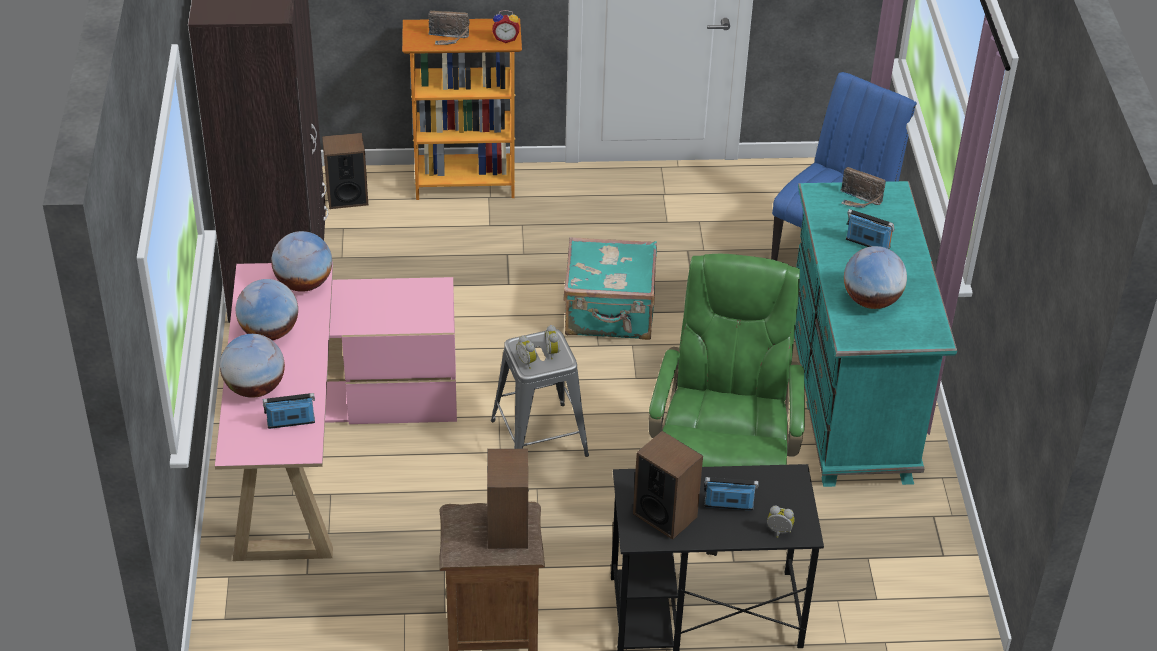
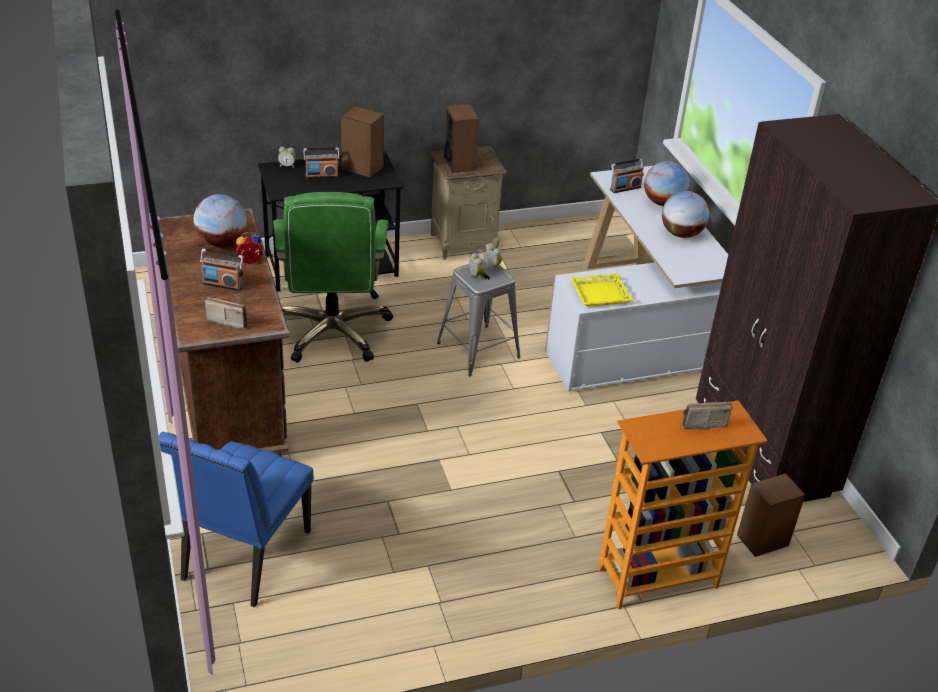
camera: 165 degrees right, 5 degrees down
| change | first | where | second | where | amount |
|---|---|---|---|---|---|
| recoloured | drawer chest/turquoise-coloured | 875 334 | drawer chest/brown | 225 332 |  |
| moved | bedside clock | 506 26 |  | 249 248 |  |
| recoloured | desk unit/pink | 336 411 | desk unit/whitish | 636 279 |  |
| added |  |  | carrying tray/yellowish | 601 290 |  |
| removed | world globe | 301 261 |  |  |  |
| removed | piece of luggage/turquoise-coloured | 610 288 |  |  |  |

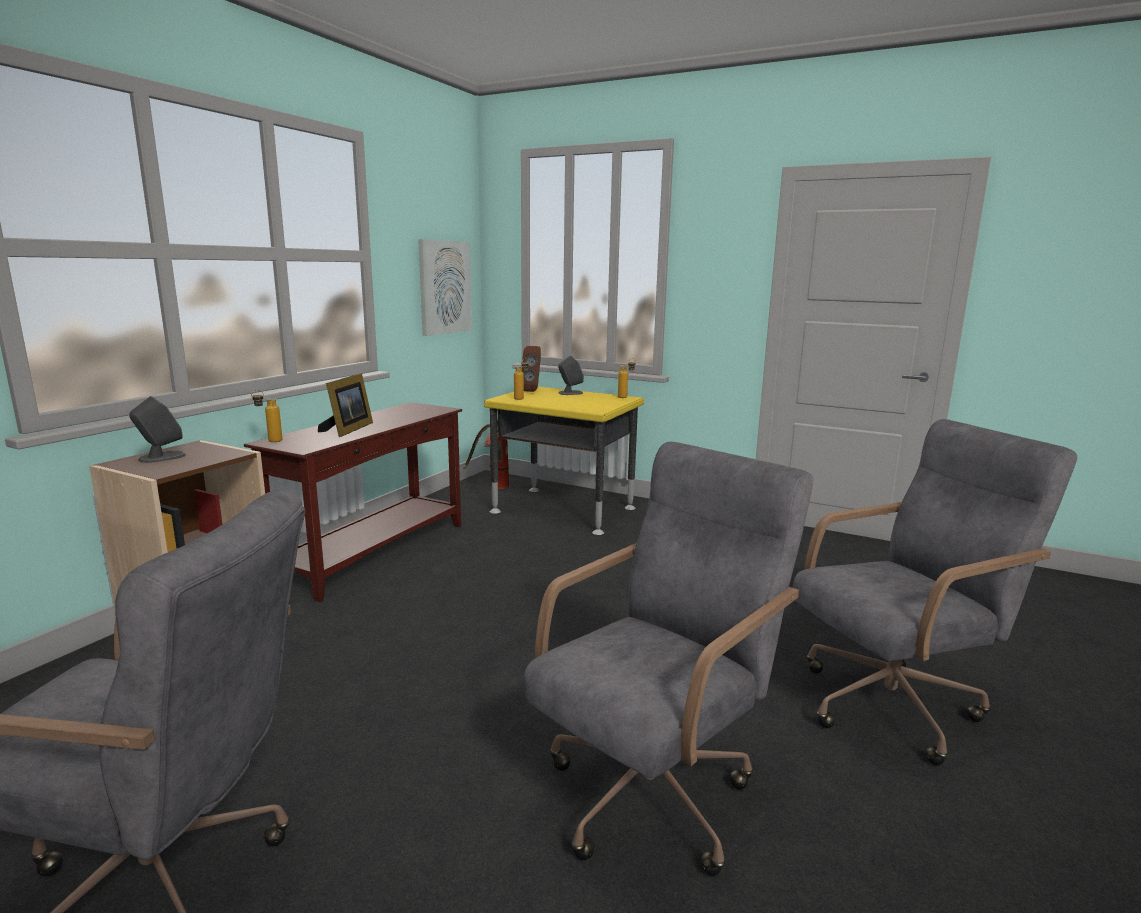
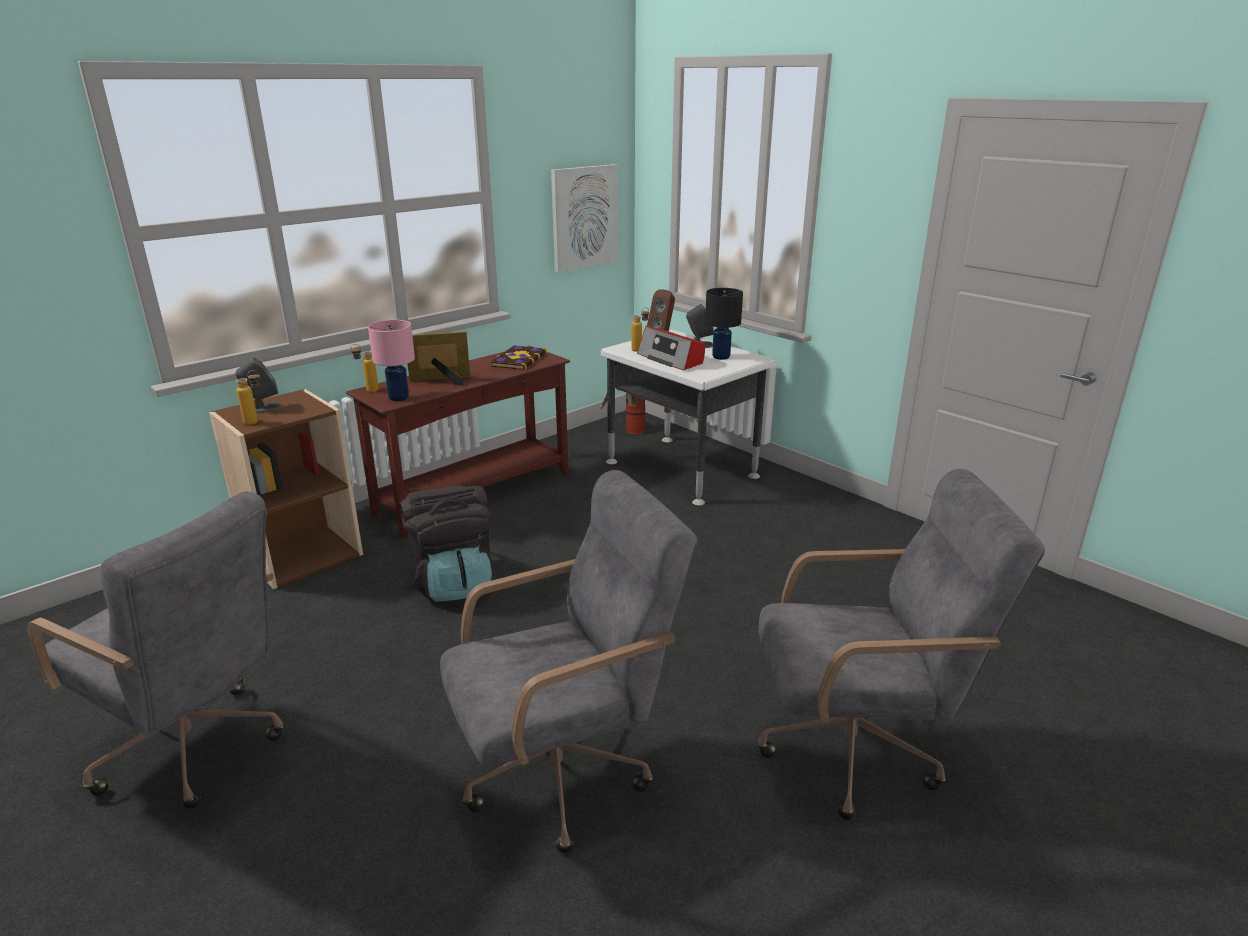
camera: 20 degrees right, 10 degrees up
| change | first | where | second | where | amount |
|---|---|---|---|---|---|
| moved | bottle | 627 378 |  | 248 397 |  |
| added |  |  | lamp for a table/pink | 391 360 |  |
| added |  |  | knapsack/black-coloured | 446 544 |  |
| turned | photo frame | 345 405 |  | 439 358 | 135 degrees counterclockwise |
| added |  |  | volume | 519 357 |  |
| recoloured | desk unit/yellowish | 564 461 | desk unit/whitish | 688 417 |  |
| added |  |  | radio set | 671 348 |  |
| added |  |  | lamp for a table/black-coloured | 724 324 |  |

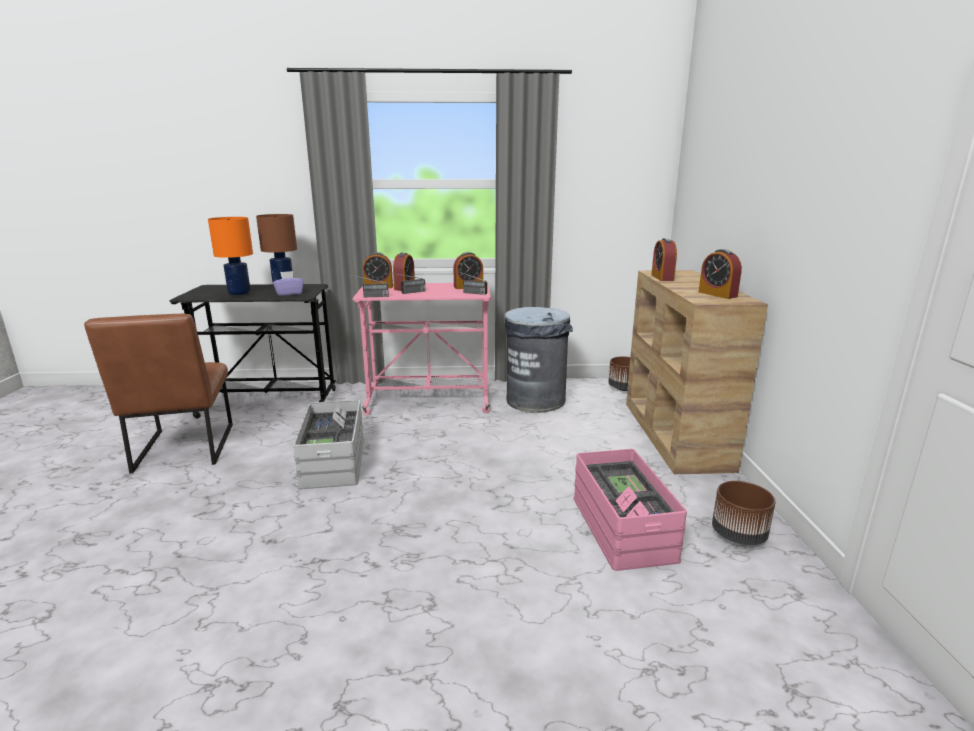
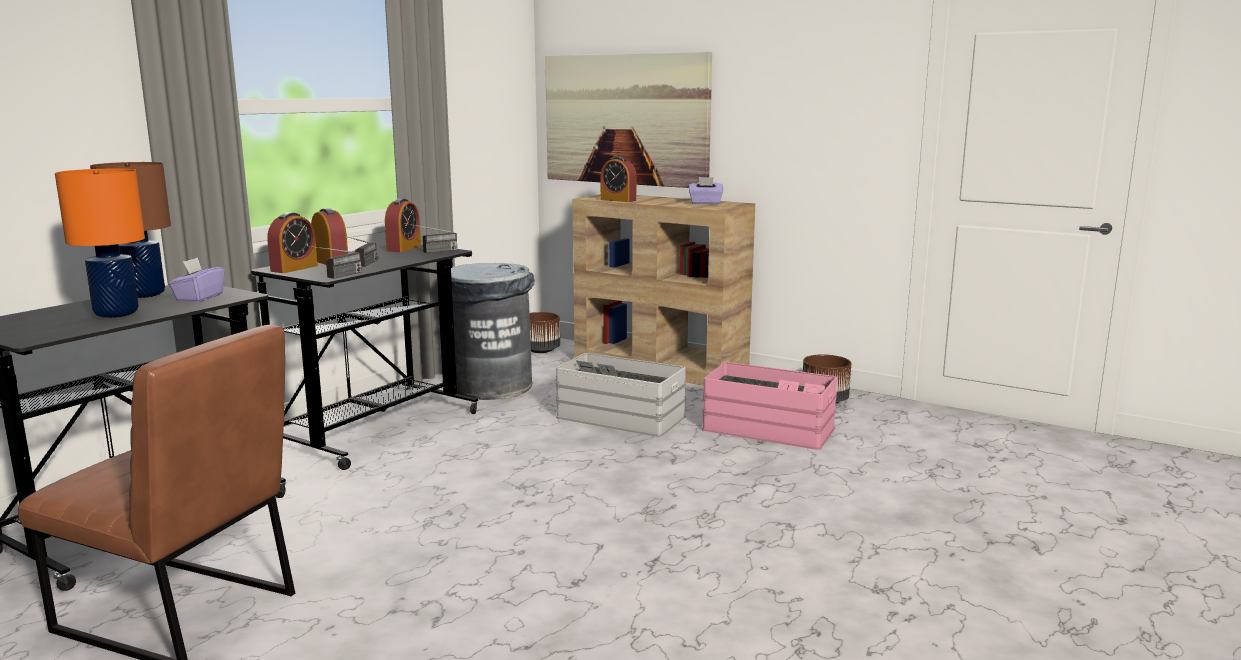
camera: 55 degrees left, 5 degrees down
| change | first | where | second | where | amount |
|---|---|---|---|---|---|
| recoloured | desk unit/pink | 422 349 | desk unit/black-coloured | 364 357 |  |
| added |  |  | wall art | 628 120 |  |
| moved | storage container/greyish | 328 444 |  | 621 395 |  |
| replaced | bedside clock | 720 274 | tissue box/purple-coloured | 706 190 |  |

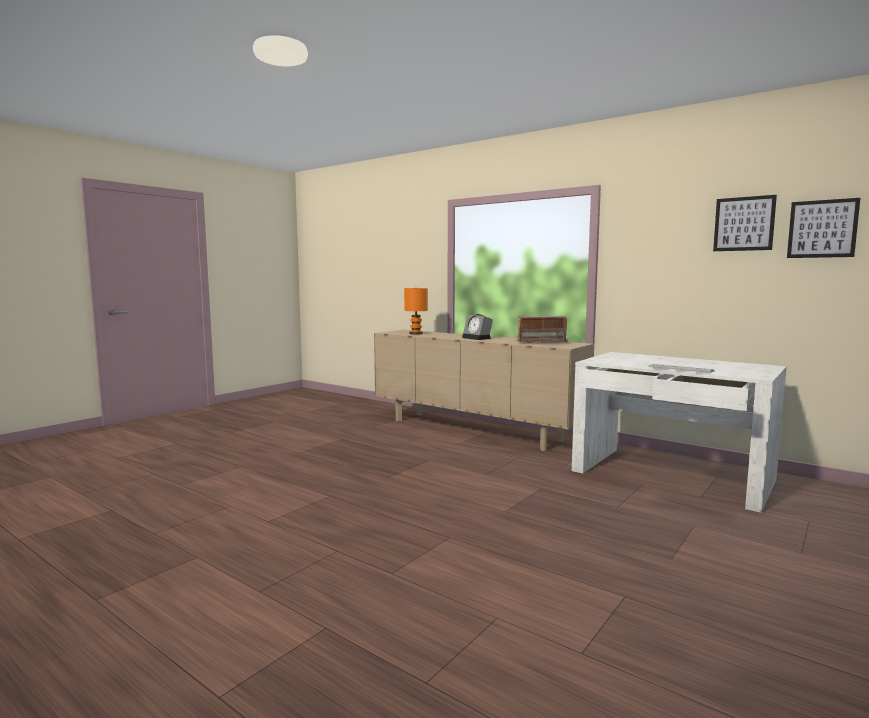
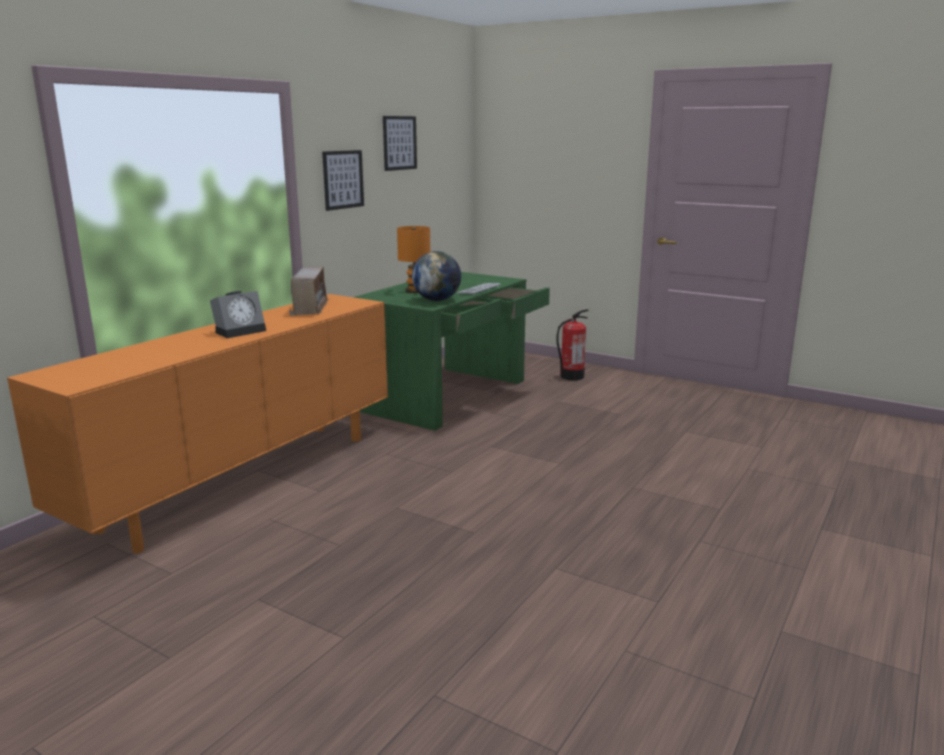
camera: 95 degrees left, 10 degrees up
| change | first | where | second | where | amount |
|---|---|---|---|---|---|
| recoloured | cupboard/beige-coloured | 484 390 | cupboard/orange-coloured | 197 423 |  |
| moved | wall art | 823 228 |  | 343 180 |  |
| recoloured | desk unit/whitish | 679 432 | desk unit/green | 452 351 |  |
| moved | lamp for a table/orange-coloured | 416 311 |  | 413 259 |  |
| added |  |  | world globe | 436 276 |  |
| added |  |  | fire-fighting cylinder | 573 345 |  |

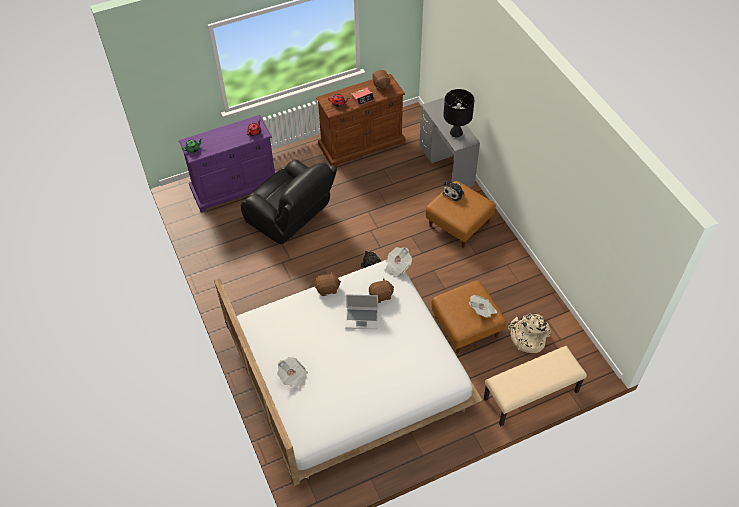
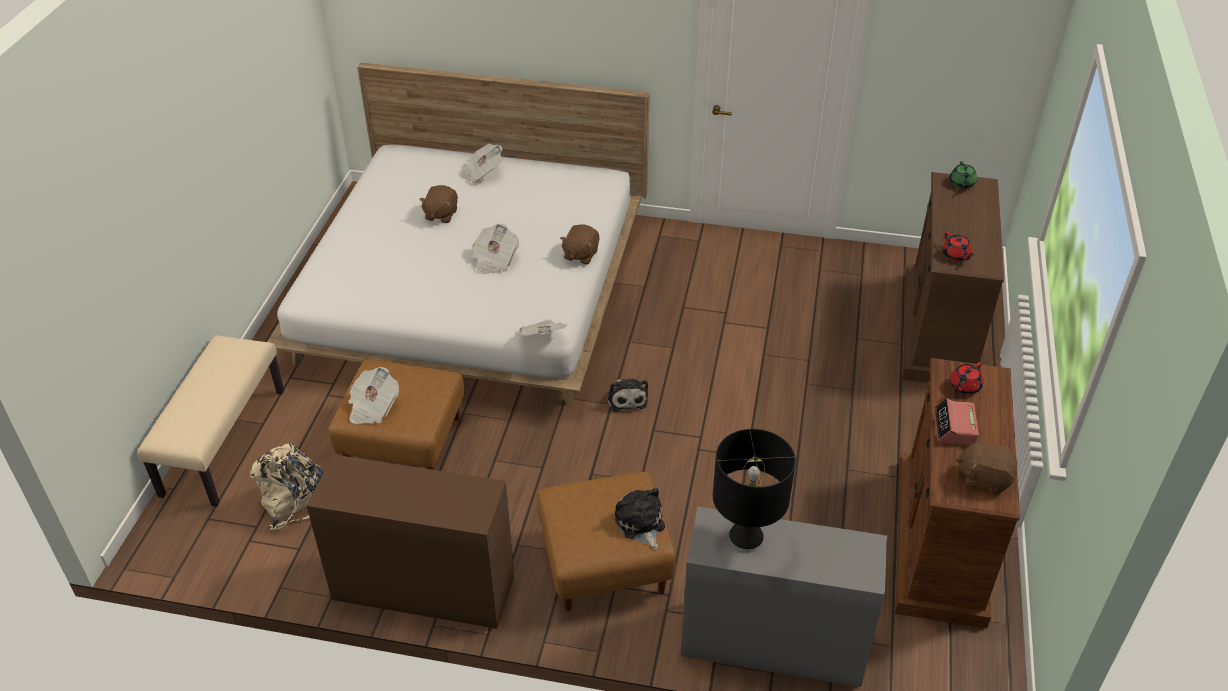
camera: 125 degrees right, 10 degrees down
| change | first | where | second | where | amount |
|---|---|---|---|---|---|
| added |  |  | desk unit/brown | 410 541 |  |
| moved | cuddly toy/brown | 381 290 |  | 438 204 |  |
| replaced | notebook computer | 361 311 | newspaper | 496 249 |  |
| recoloured | drawer chest/purple-coloured | 227 164 | drawer chest/brown | 953 277 |  |
| removed | armchair/black-coloured | 289 201 |  |  |  |

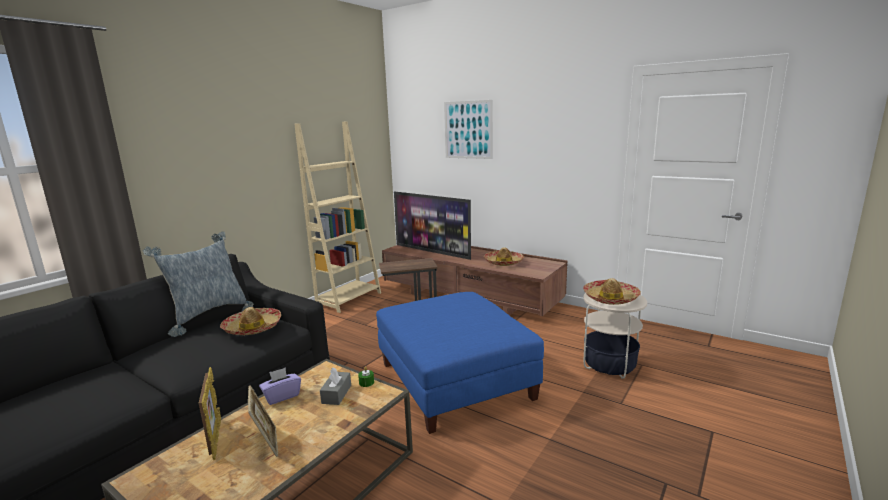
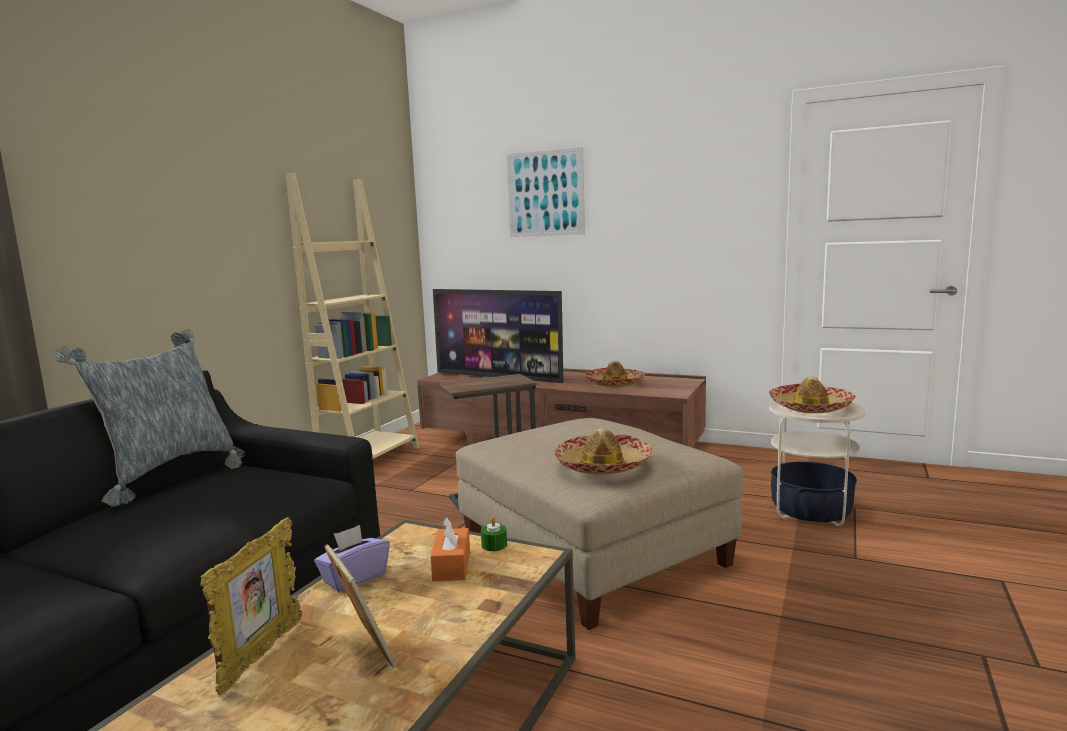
camera: 10 degrees left, 5 degrees down
| change | first | where | second | where | amount |
|---|---|---|---|---|---|
| turned | photo frame | 210 413 |  | 251 606 | 45 degrees clockwise |
| recoloured | tissue box/greyish | 335 386 | tissue box/orange-coloured | 450 549 |  |
| recoloured | pouffe/bluish | 460 363 | pouffe/beige-coloured | 599 524 |  |
| moved | wearable hat | 250 321 |  | 603 451 |  |

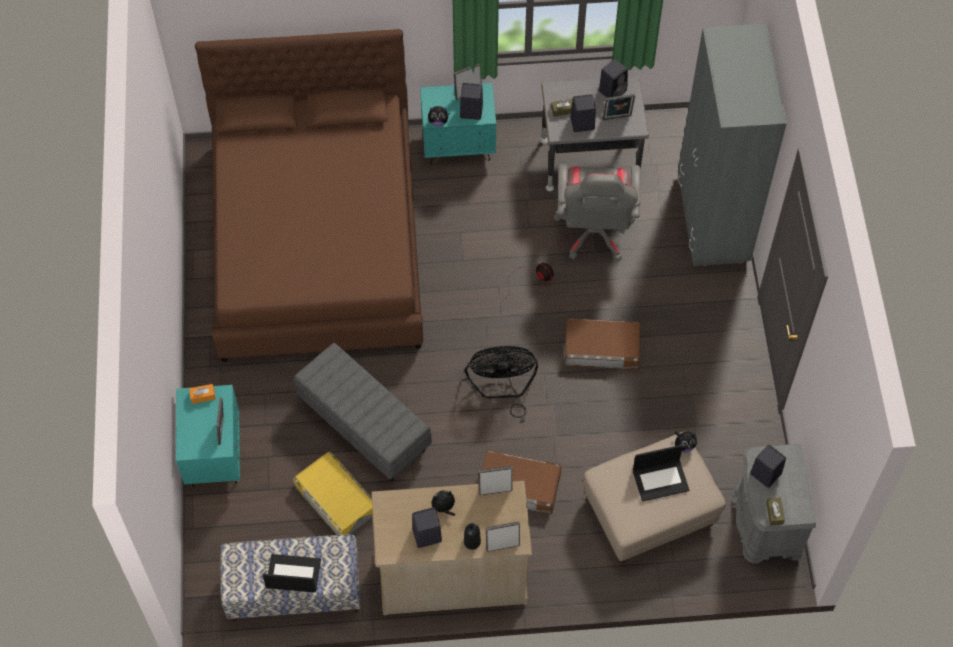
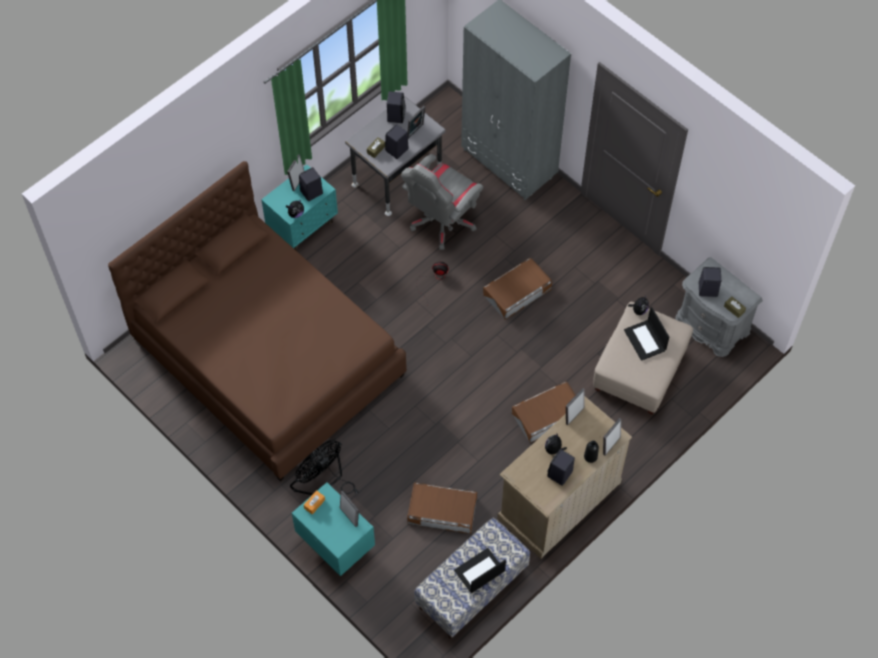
camera: 40 degrees left, 0 degrees up
| change | first | where | second | where | amount |
|---|---|---|---|---|---|
| moved | cooling fan/black-coloured | 501 384 |  | 324 467 |  |
| turned | office chair/greyish | 597 211 |  | 442 202 | 75 degrees clockwise |
| recoloured | storage container/yellowish | 333 493 | storage container/brown | 442 508 |  |
| turned | notebook computer | 661 473 |  | 646 334 | 120 degrees clockwise |
| removed | pouffe/greyish | 363 412 |  |  |  |

